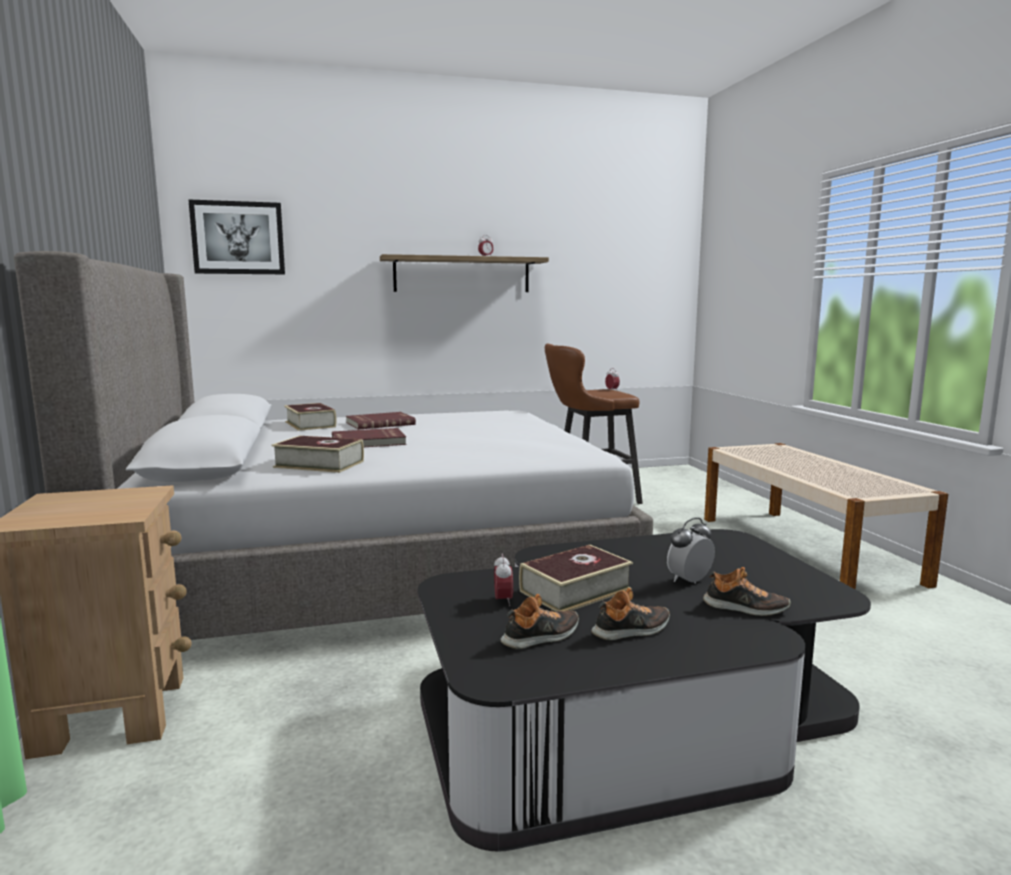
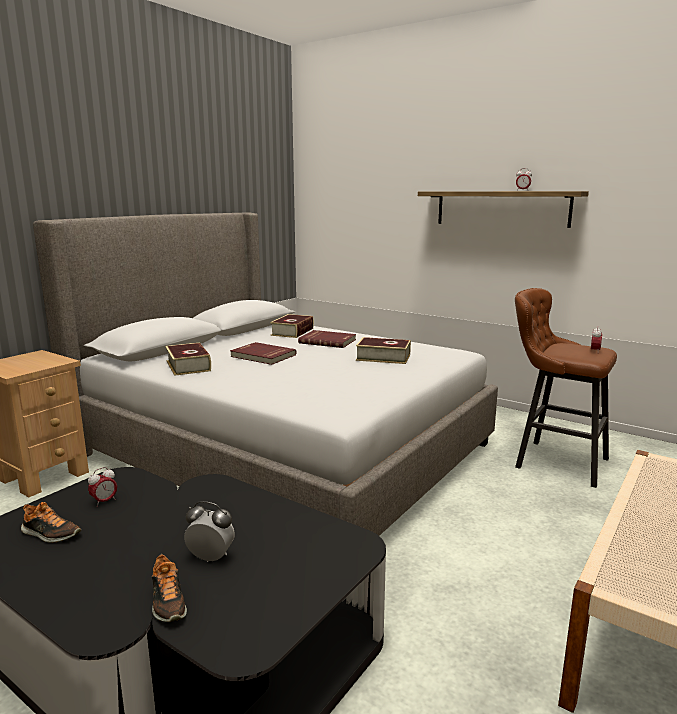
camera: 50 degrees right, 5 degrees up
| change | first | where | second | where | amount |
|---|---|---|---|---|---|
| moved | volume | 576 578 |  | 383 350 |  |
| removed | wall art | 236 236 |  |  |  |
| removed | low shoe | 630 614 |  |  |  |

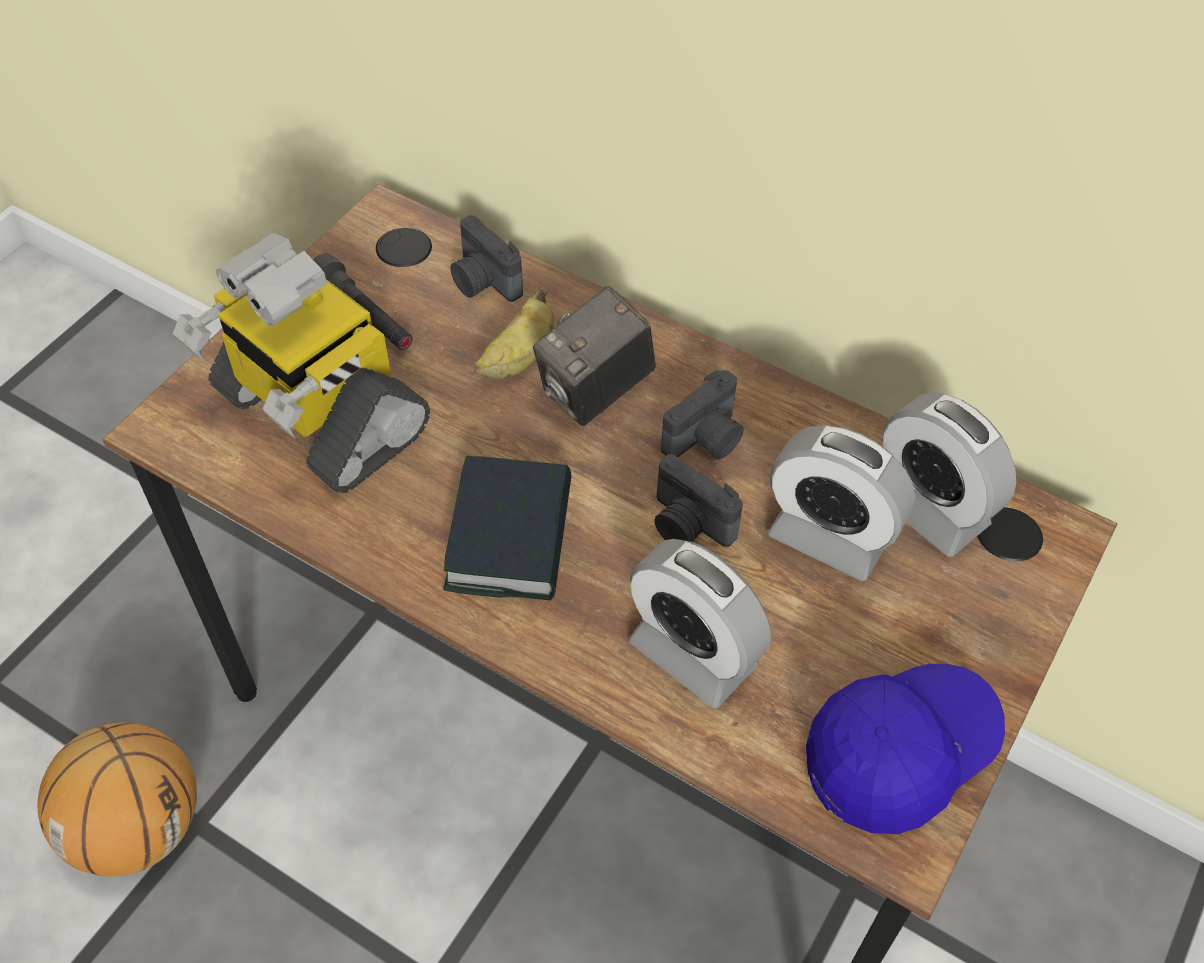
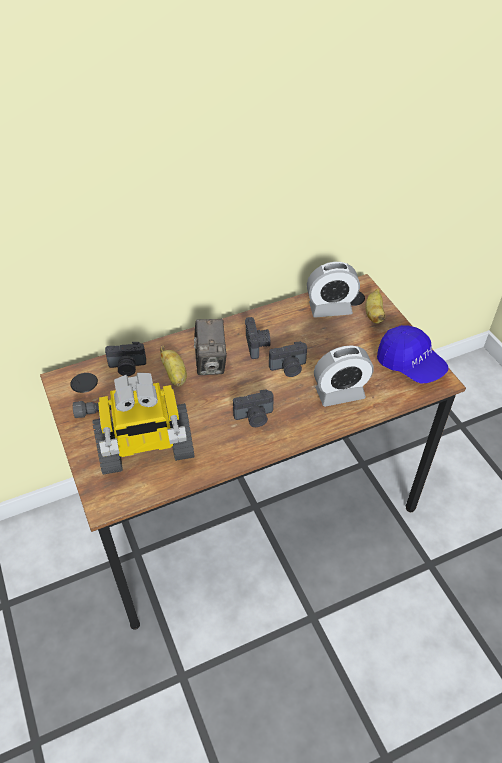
camera: 55 degrees left, 5 degrees down
| change | first | where | second | where | amount |
|---|---|---|---|---|---|
| replaced | volume | 507 528 | still camera | 253 408 |  |
| added |  |  | banana fruit | 375 306 |  |
| turned | baseball cap/bluish | 905 749 |  | 412 354 | 135 degrees clockwise |
| removed | basketball ball | 117 800 |  |  |  |
| removed | bedside clock | 842 503 |  |  |  |

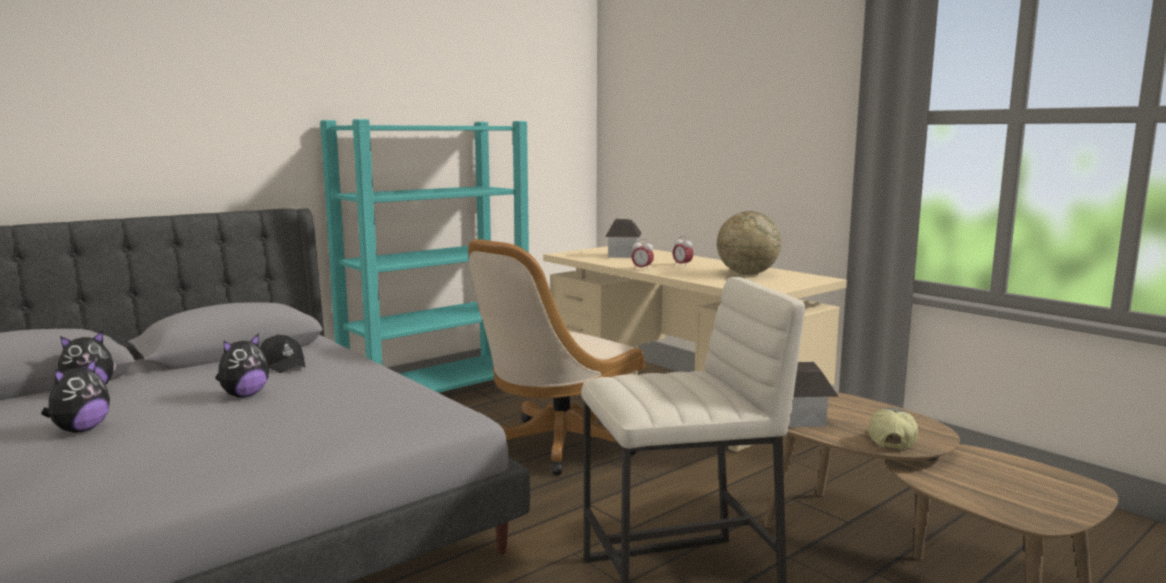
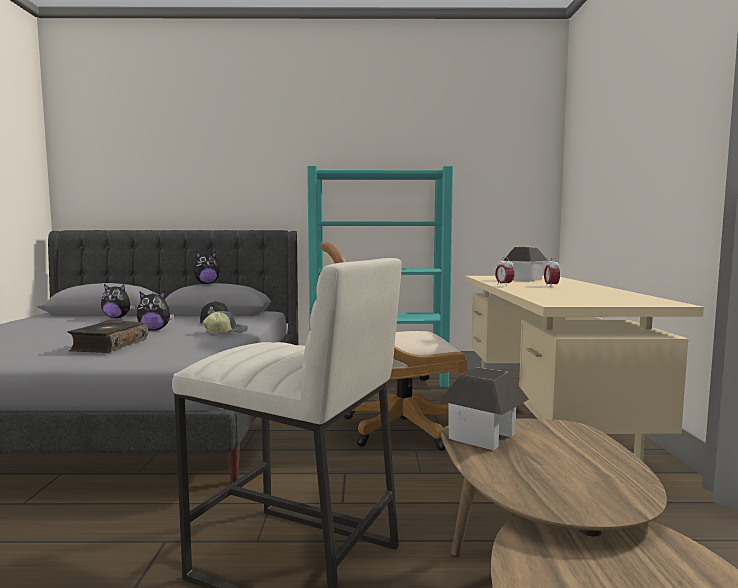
camera: 40 degrees right, 5 degrees down
| change | first | where | second | where | amount |
|---|---|---|---|---|---|
| added |  |  | volume | 107 336 |  |
| moved | cuddly toy | 75 395 |  | 206 268 |  |
| moved | baseball cap | 893 428 |  | 225 322 |  |
| removed | world globe | 749 243 |  |  |  |

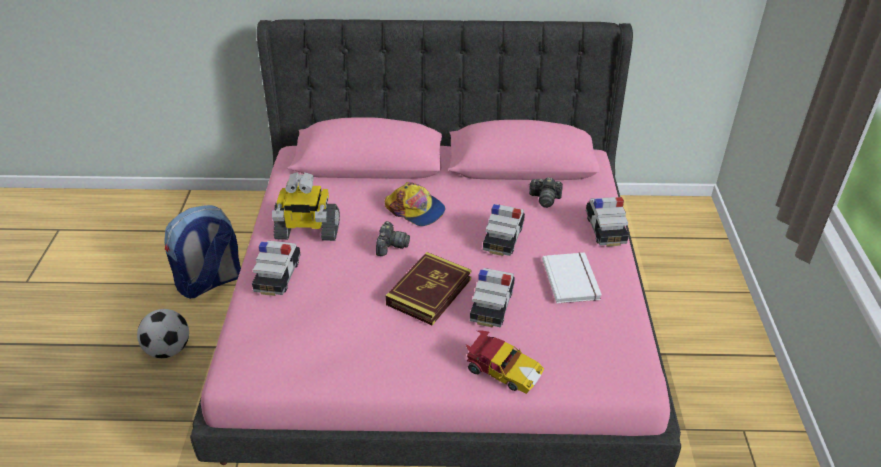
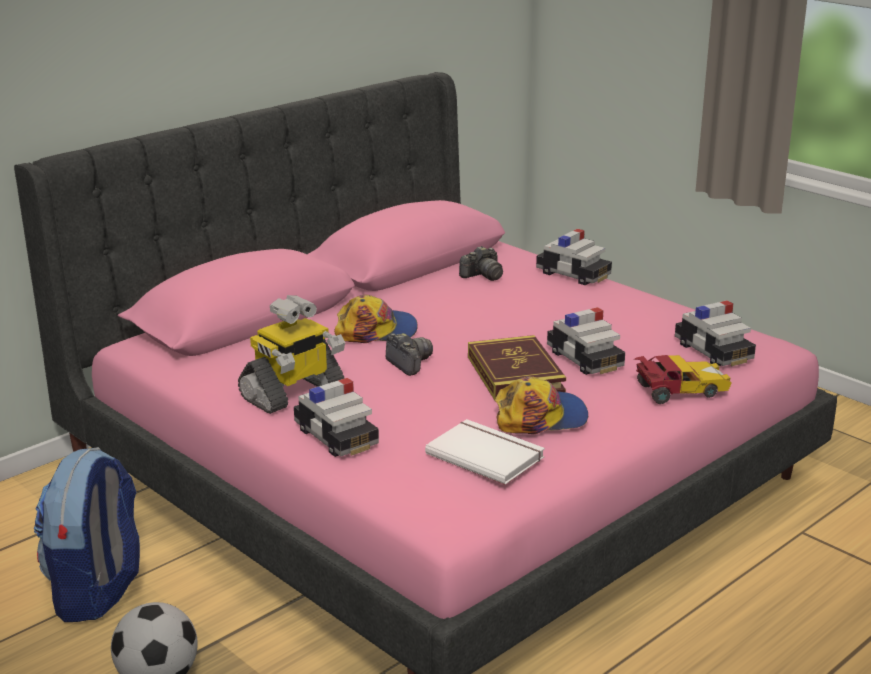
camera: 45 degrees left, 15 degrees down
| change | first | where | second | where | amount |
|---|---|---|---|---|---|
| moved | volume/whitish | 572 278 |  | 485 452 |  |
| added |  |  | baseball cap | 541 405 |  |
| moved | miniature car | 504 230 |  | 715 333 |  |

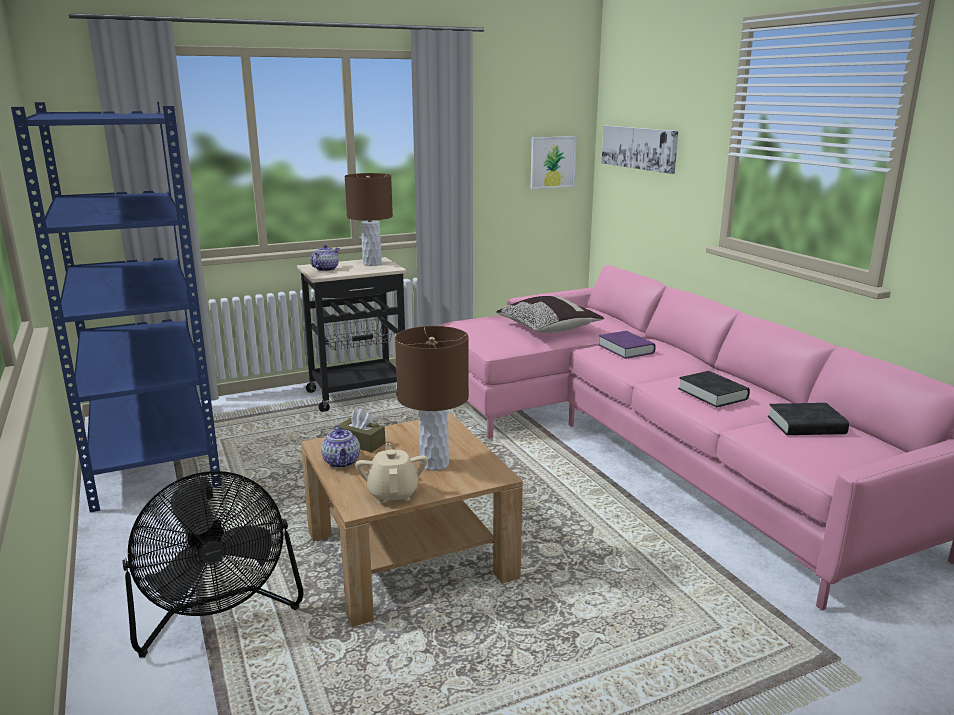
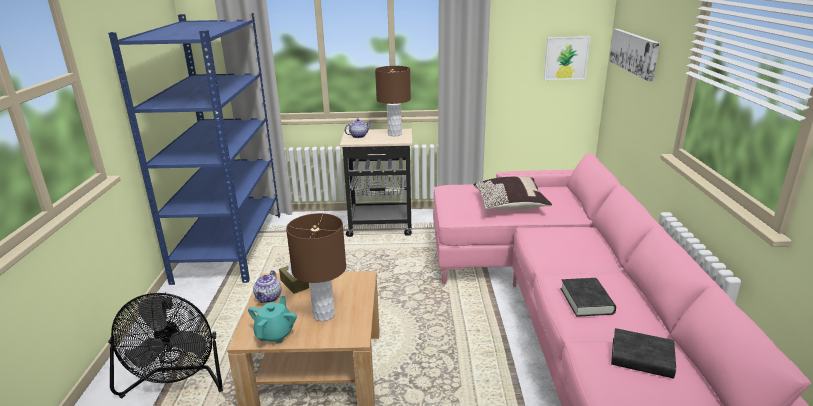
camera: 25 degrees right, 5 degrees up
| change | first | where | second | where | amount |
|---|---|---|---|---|---|
| recoloured | tea pot/beige-coloured | 391 473 | tea pot/turquoise-coloured | 272 319 |  |
| removed | volume/purple-coloured | 627 345 |  |  |  |

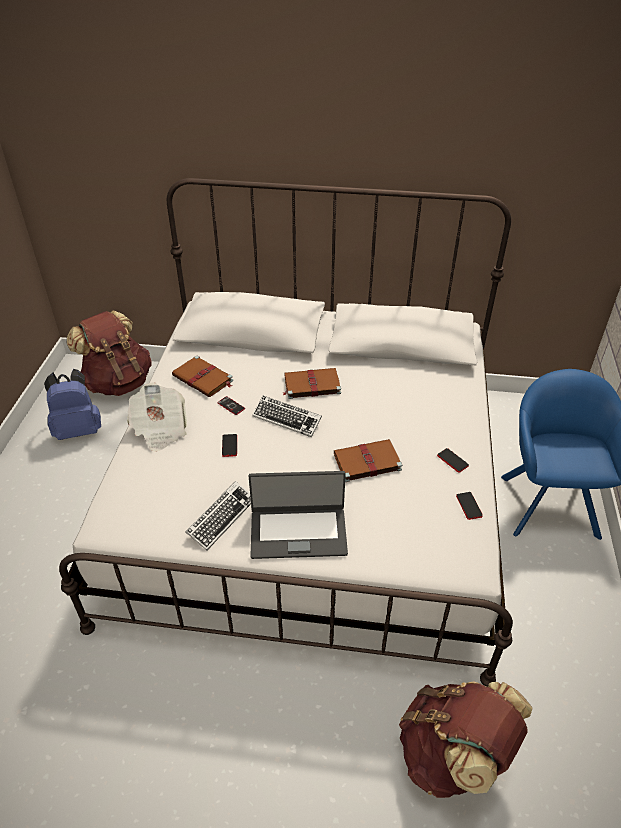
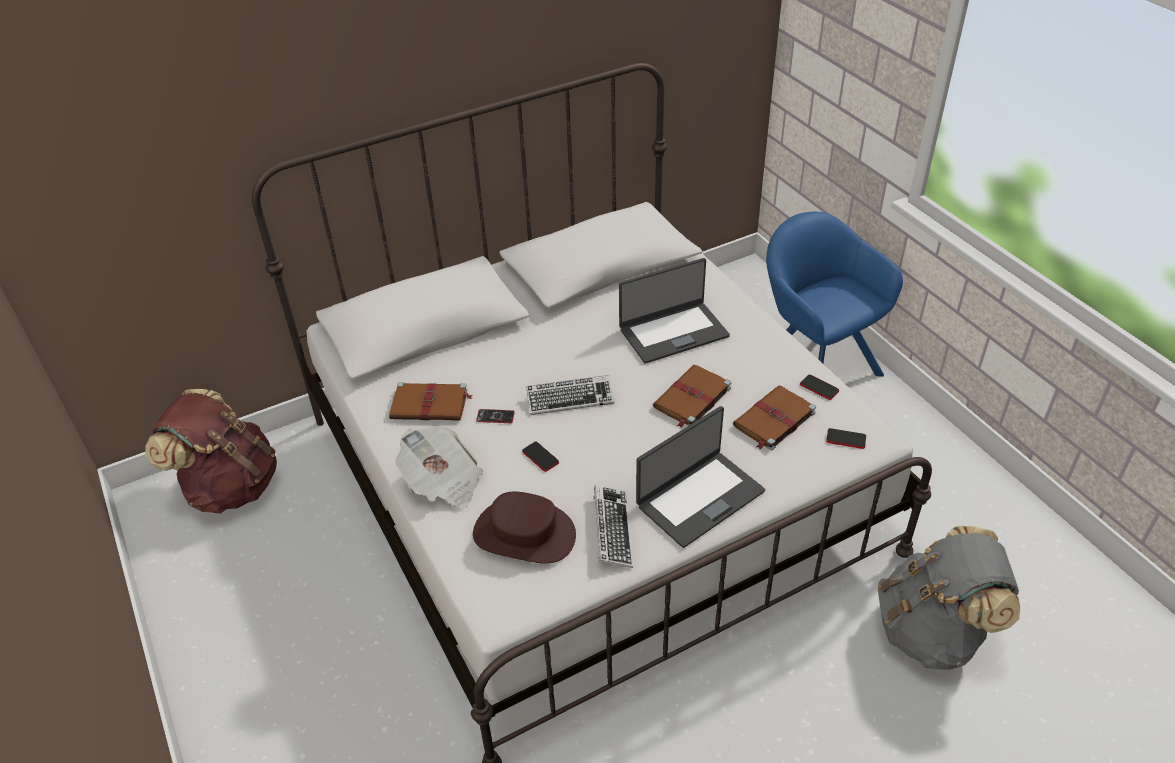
camera: 35 degrees left, 0 degrees up
| change | first | where | second | where | amount |
|---|---|---|---|---|---|
| added |  |  | wearable hat/brown | 524 528 |  |
| added |  |  | notebook computer | 674 311 |  |
| moved | volume/brown | 312 383 |  | 774 418 |  |
| moved | telephone | 453 460 |  | 846 438 |  |
| recoloured | knapsack/brown | 466 739 | knapsack/greyish | 949 598 |  |
| removed | knapsack/bluish | 72 404 |  |  |  |

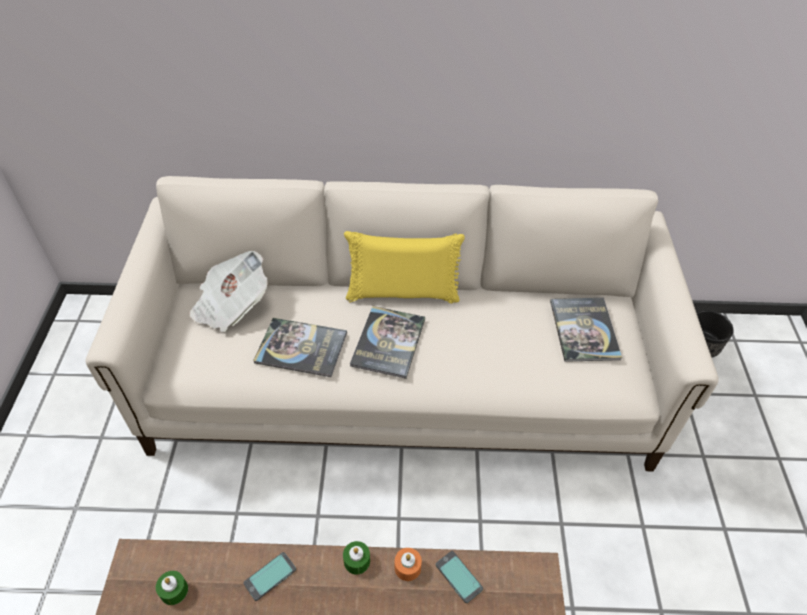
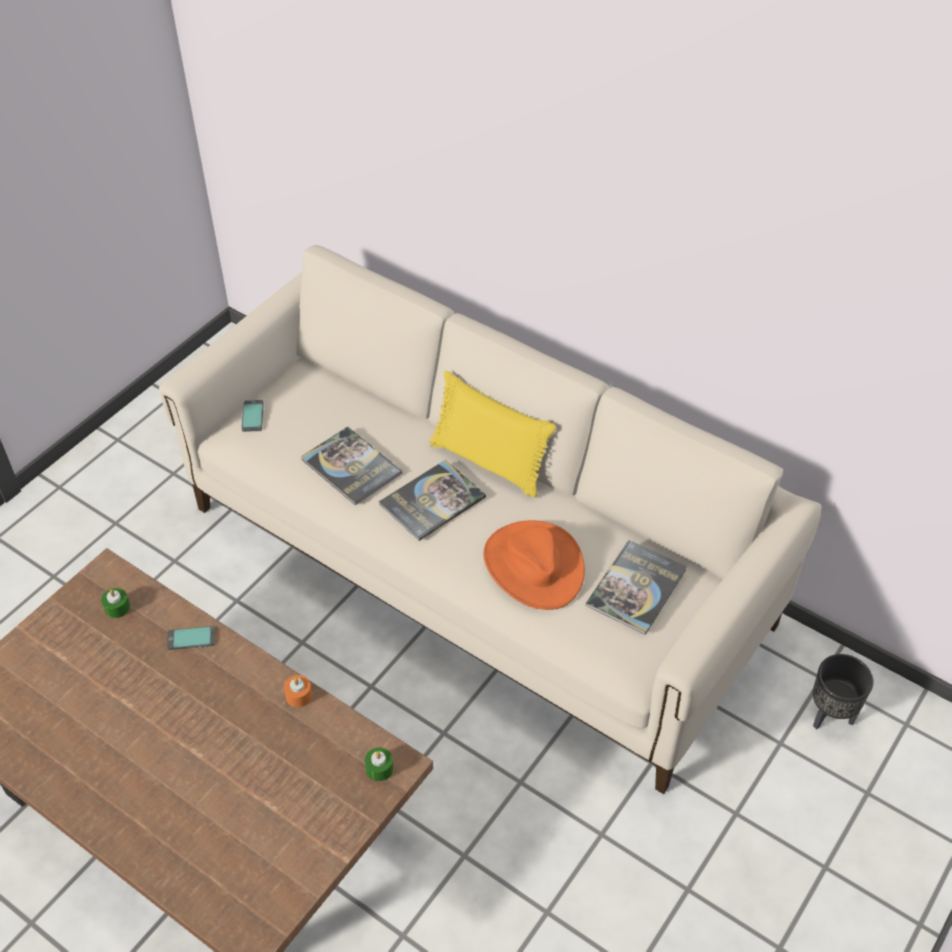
camera: 35 degrees right, 0 degrees up
| change | first | where | second | where | amount |
|---|---|---|---|---|---|
| moved | telephone | 459 577 |  | 252 416 |  |
| moved | wax light/green | 356 558 |  | 379 764 |  |
| added |  |  | wearable hat/orange-coloured | 534 565 |  |
| removed | newspaper | 228 291 |  |  |  |

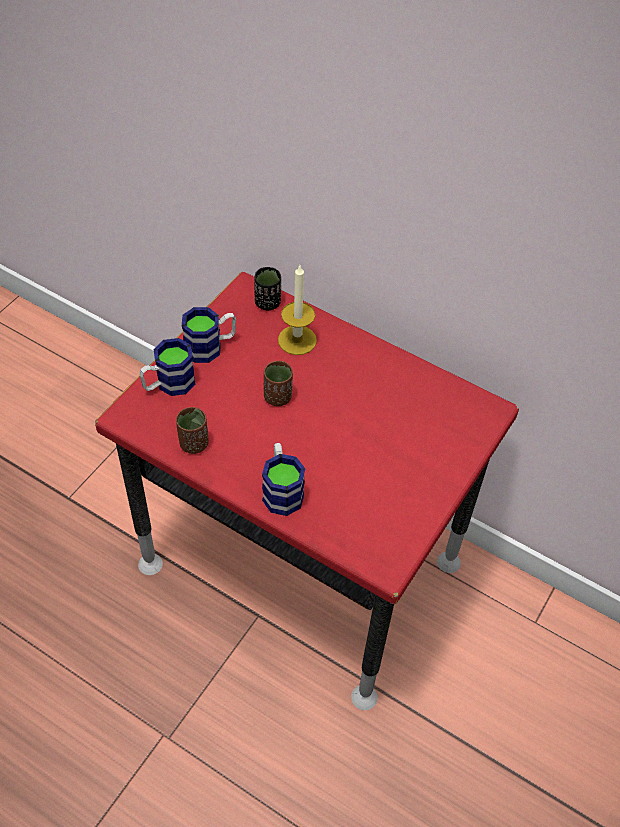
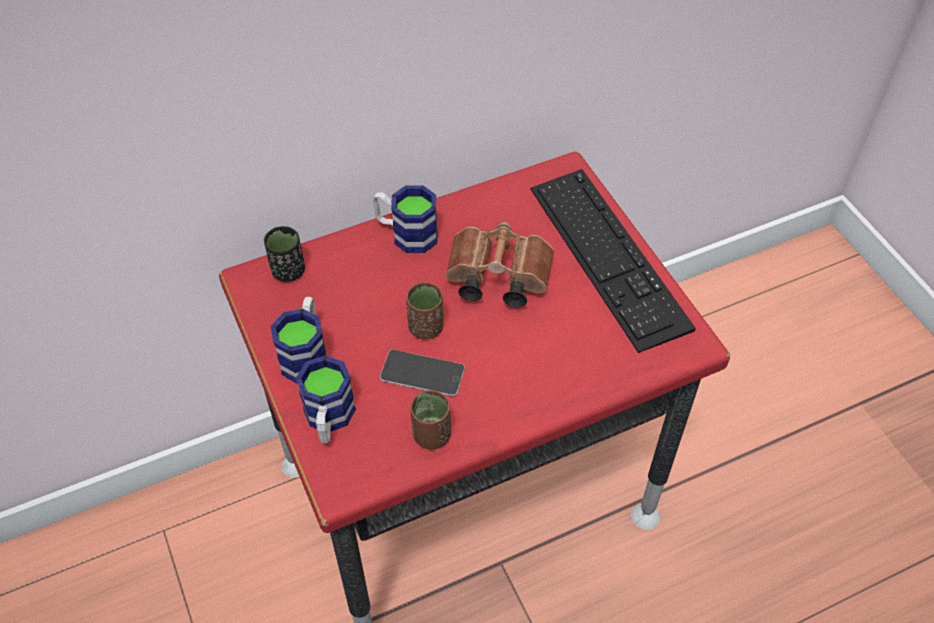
camera: 55 degrees left, 0 degrees up
| change | first | where | second | where | amount |
|---|---|---|---|---|---|
| moved | mug | 283 479 |  | 405 219 |  |
| added |  |  | telephone | 422 373 |  |
| added |  |  | field glasses/brown | 500 264 |  |
| added |  |  | keyboard | 613 261 |  |
| removed | wax light | 297 310 |  |  |  |

